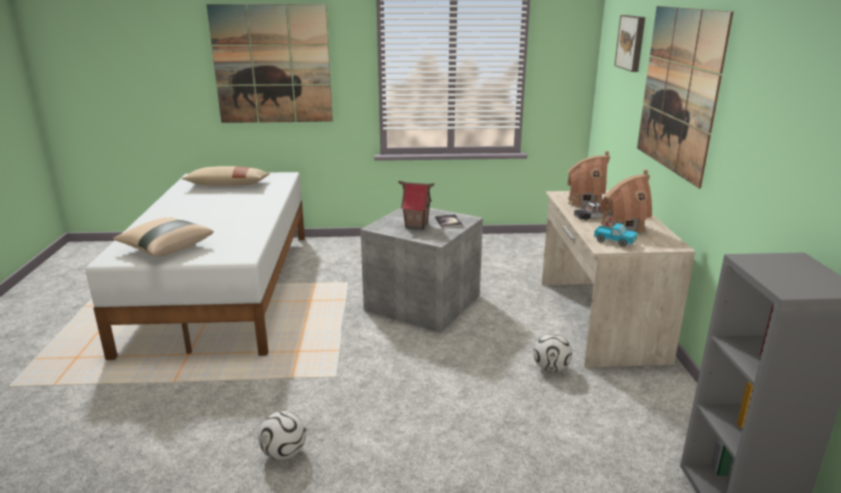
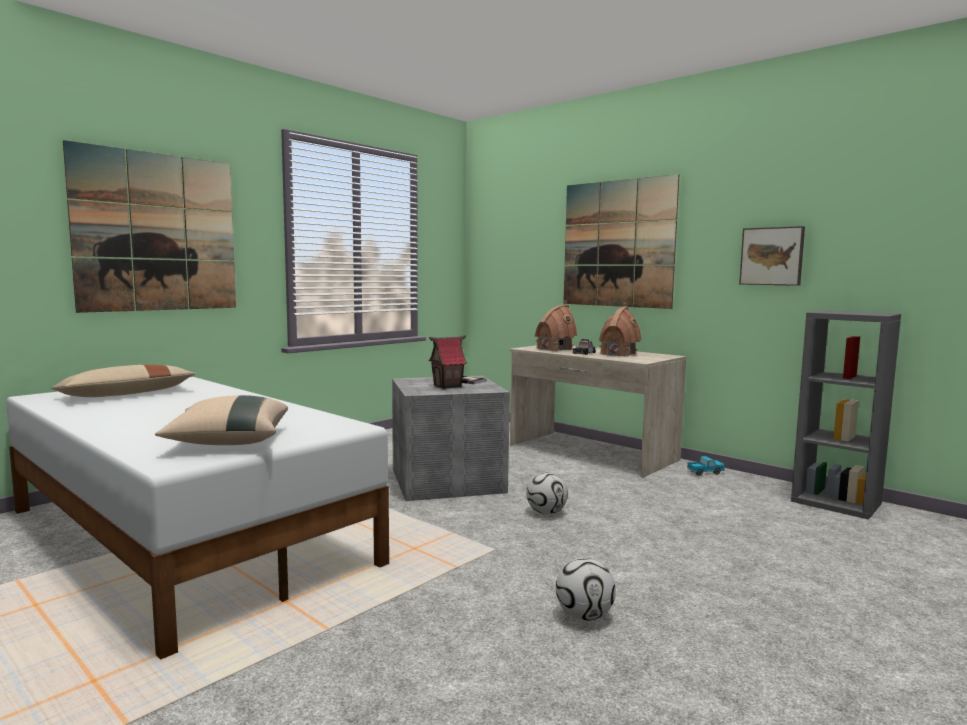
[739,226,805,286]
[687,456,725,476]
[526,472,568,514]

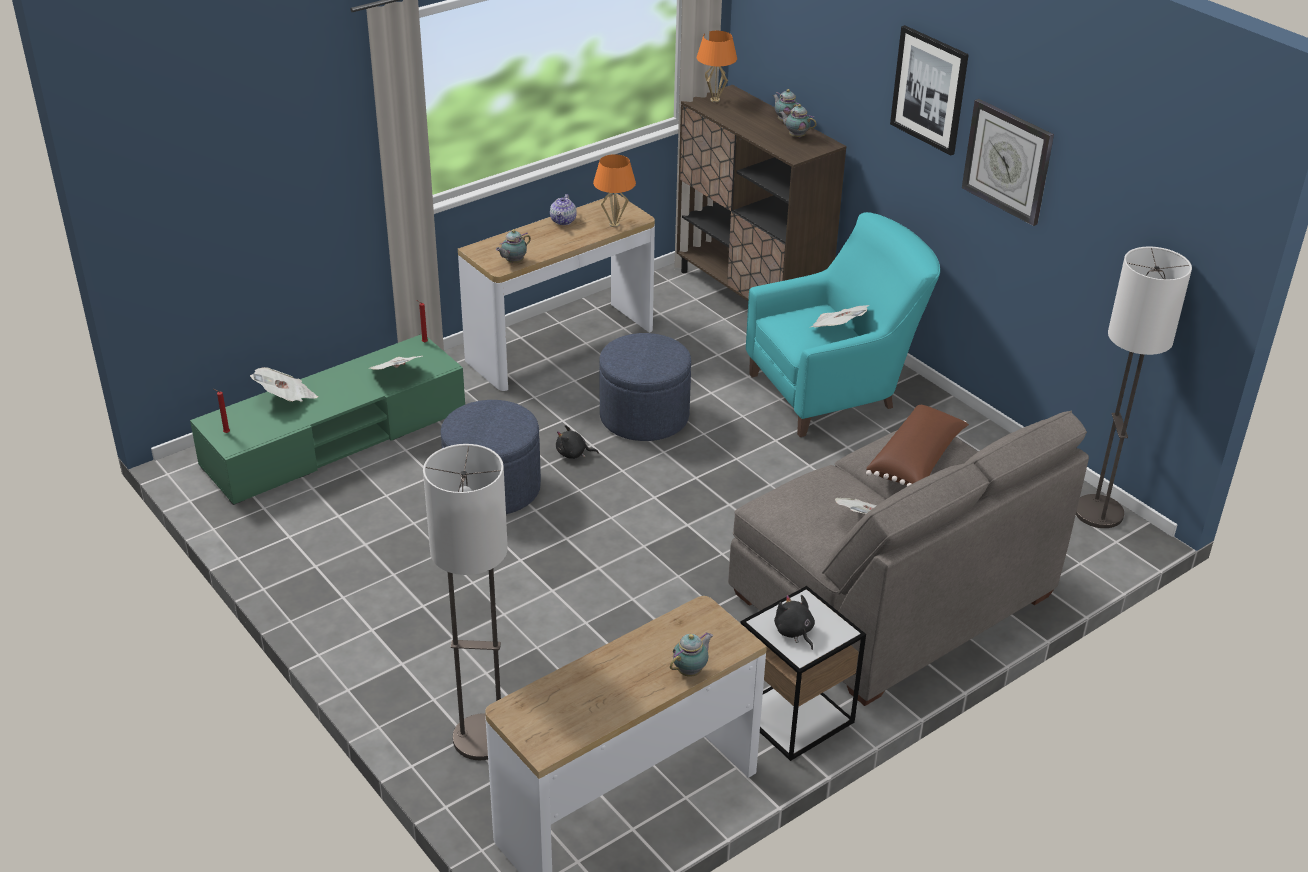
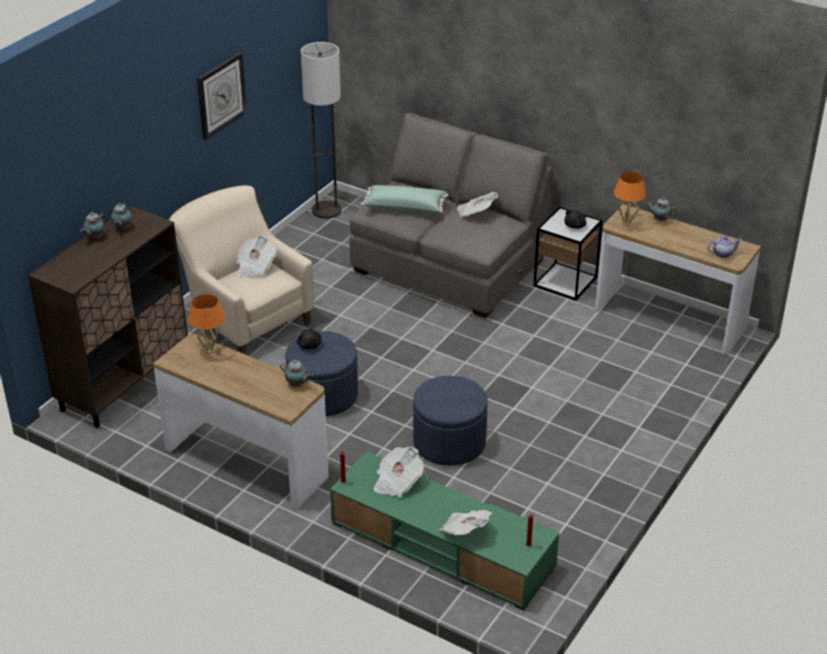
[890,25,969,155] (first image)
[614,172,646,226]
[707,236,742,258]
[169,185,314,355]
[361,185,449,214]
[297,329,321,349]
[423,444,508,760] (first image)

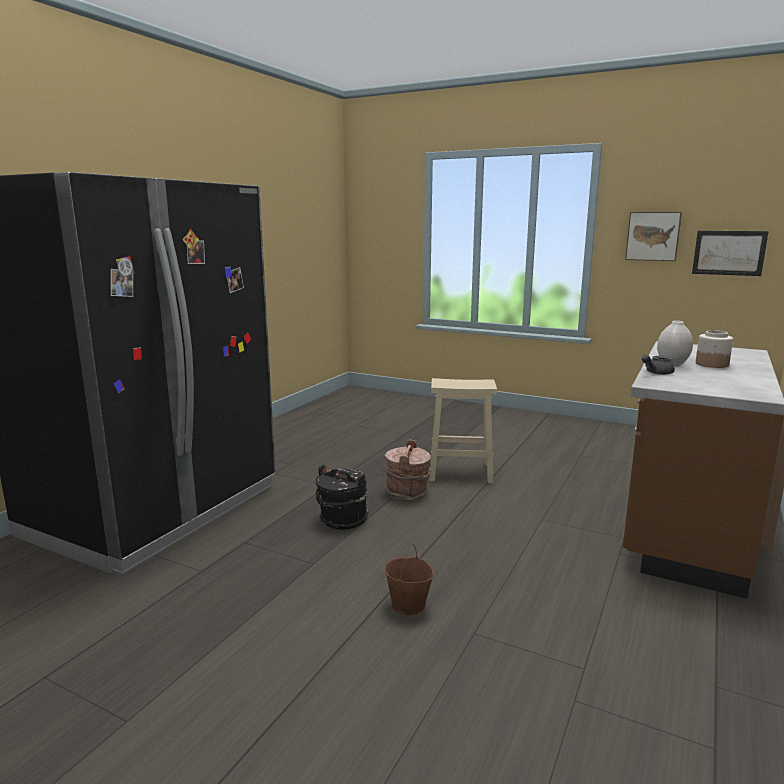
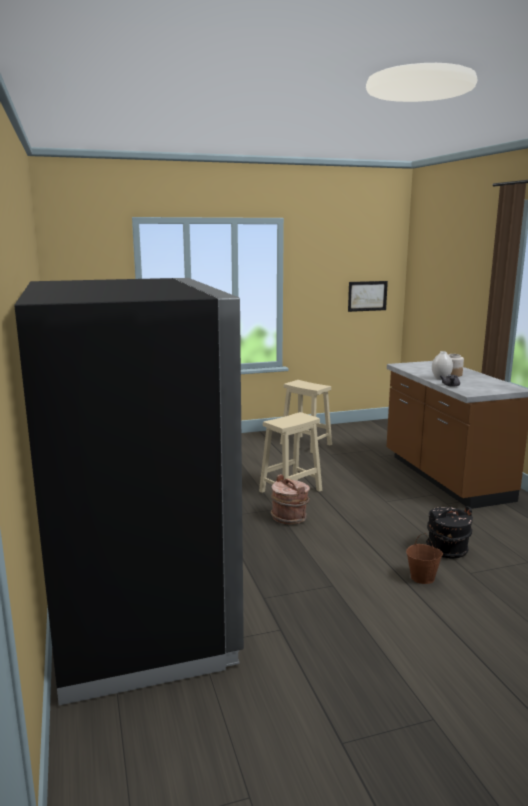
[625,212,682,261] (first image)
[426,506,473,558]
[280,380,332,453]

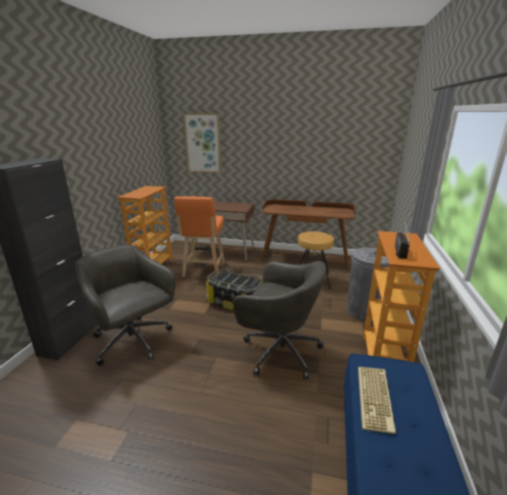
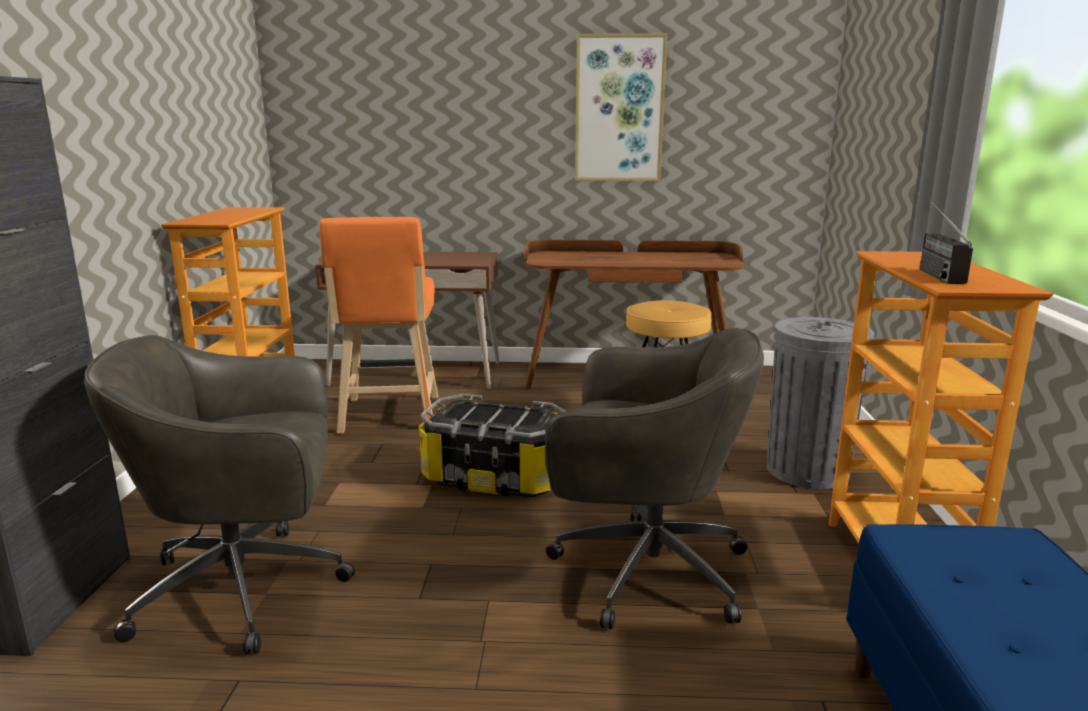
[575,33,668,181]
[84,335,355,654]
[358,367,396,434] (first image)

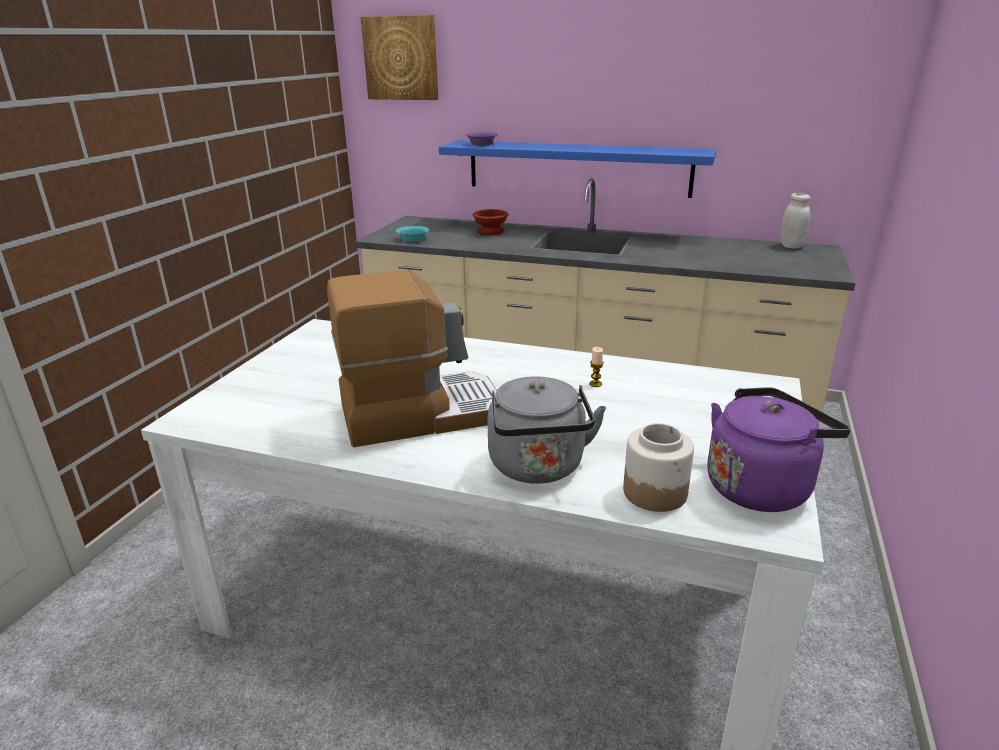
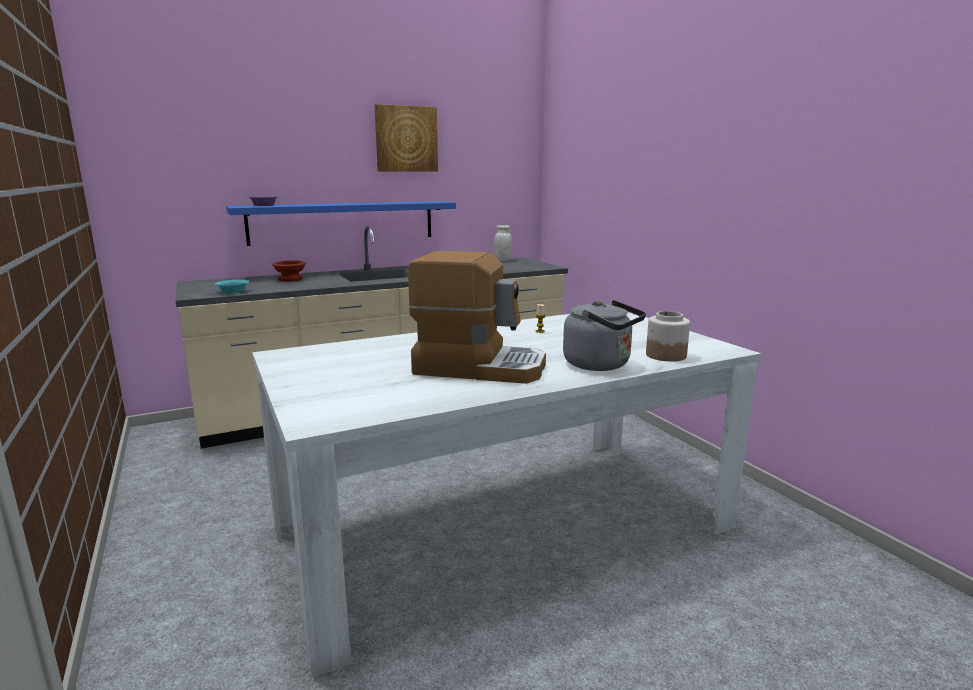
[374,104,438,172]
[408,251,546,384]
[707,387,851,512] (first image)

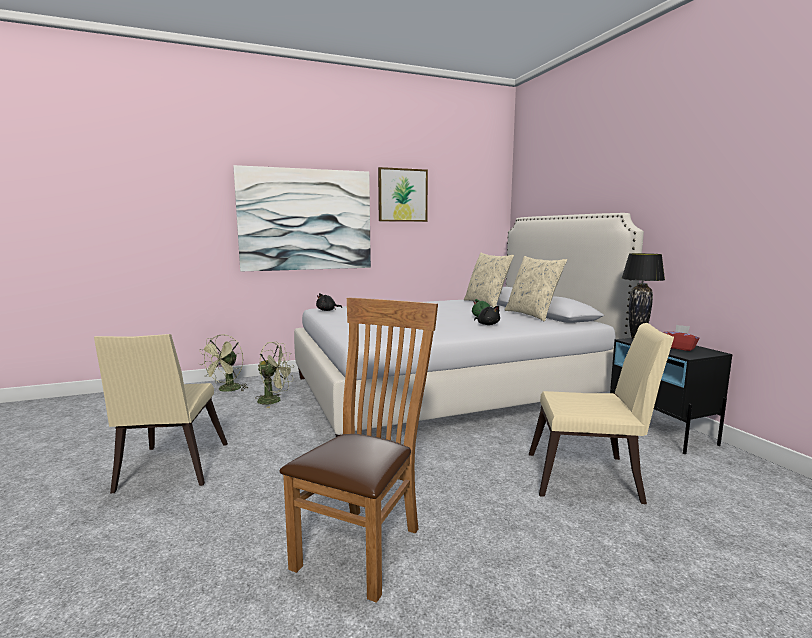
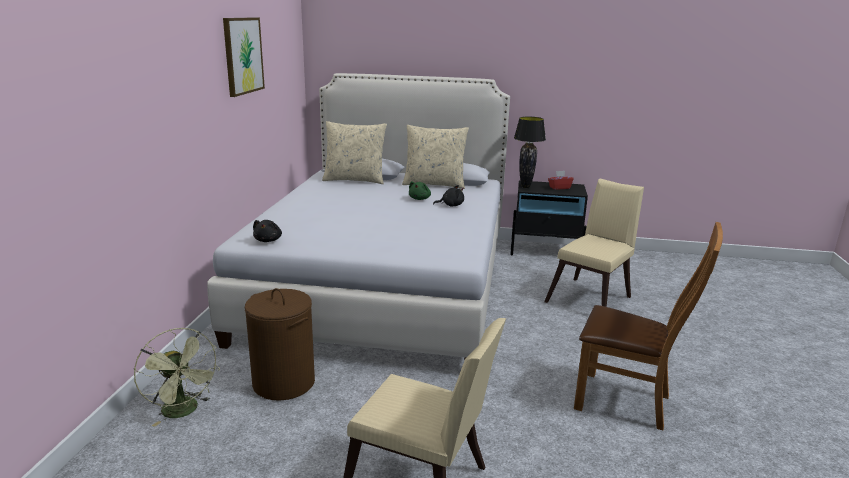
[233,165,371,272] (first image)
[574,222,723,430]
[245,288,315,401]

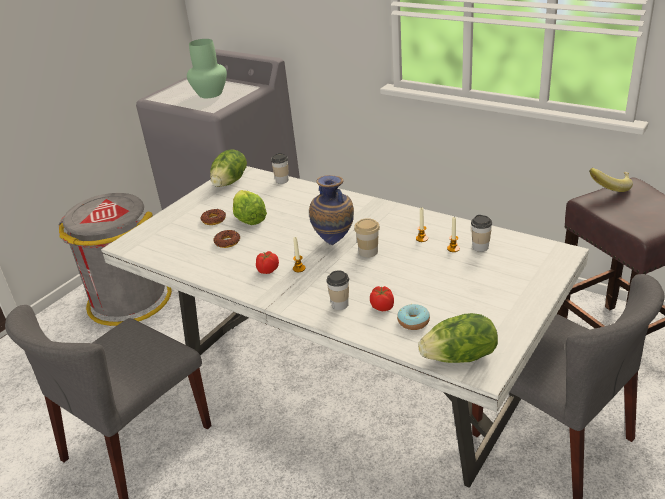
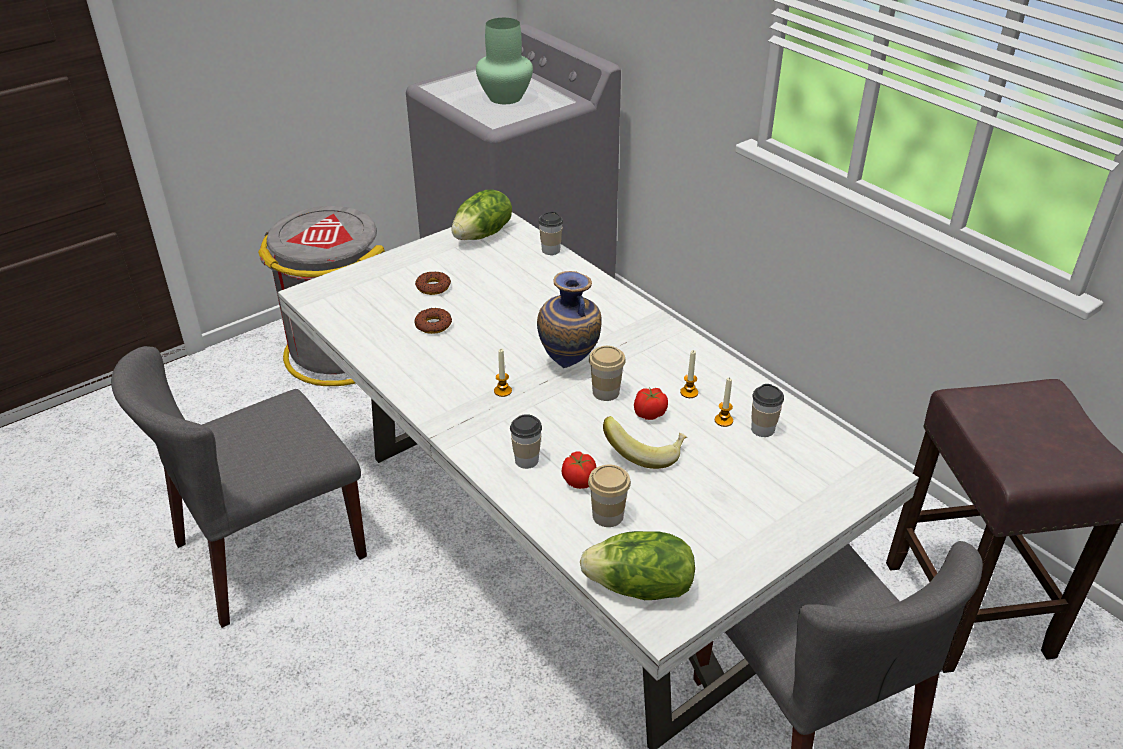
[603,416,687,469]
[233,190,267,225] (first image)
[634,387,668,420]
[588,465,631,527]

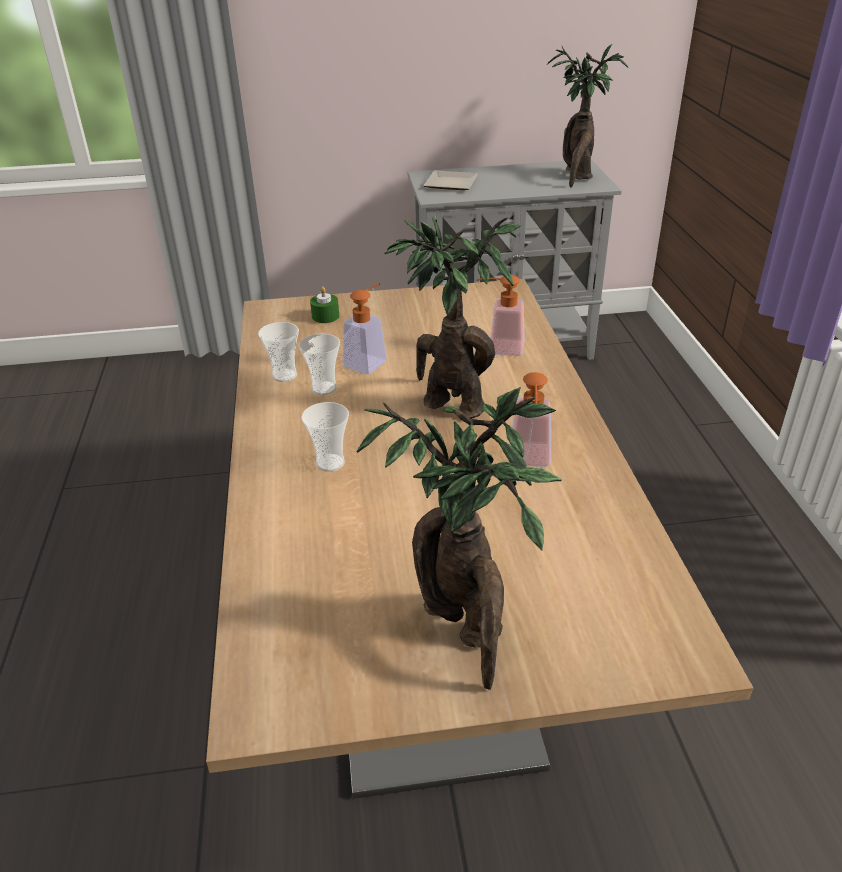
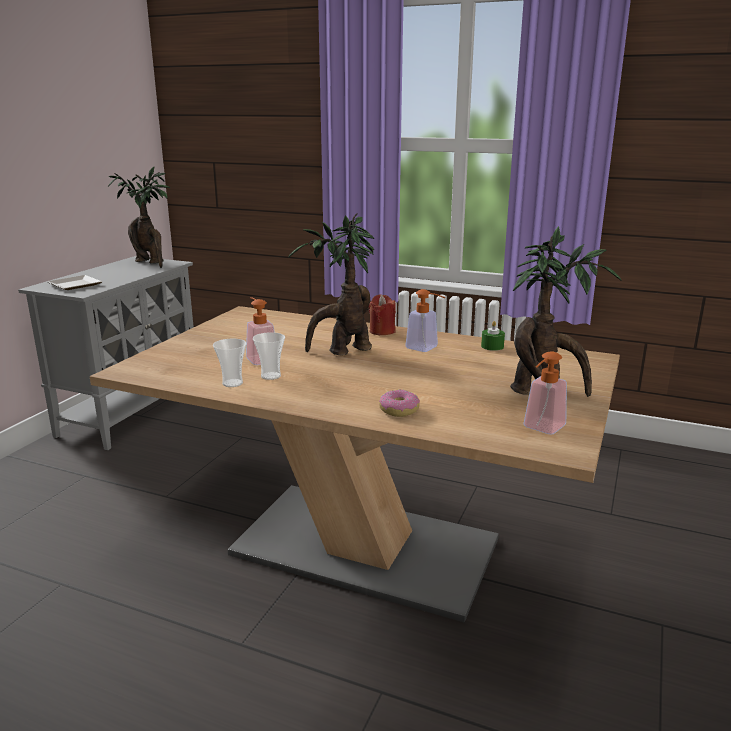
[524,351,567,434]
[481,321,505,351]
[302,402,349,472] (first image)
[368,294,396,335]
[379,389,420,417]

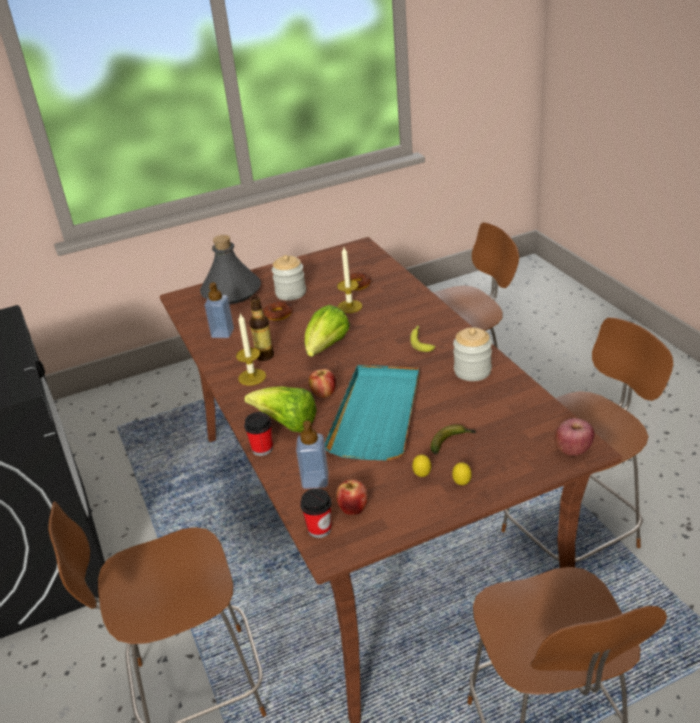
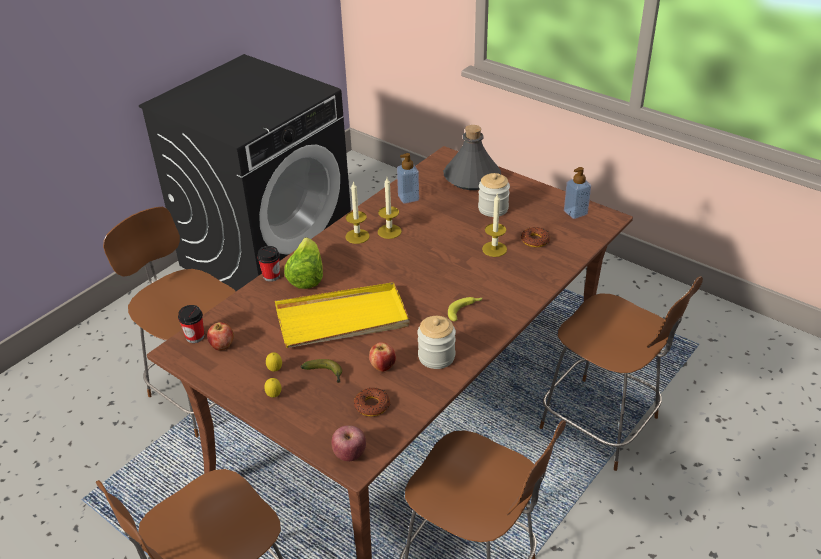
[378,177,402,239]
[354,388,391,417]
[304,305,350,357] (first image)
[275,282,410,348]
[369,342,396,372]
[564,167,591,219]

